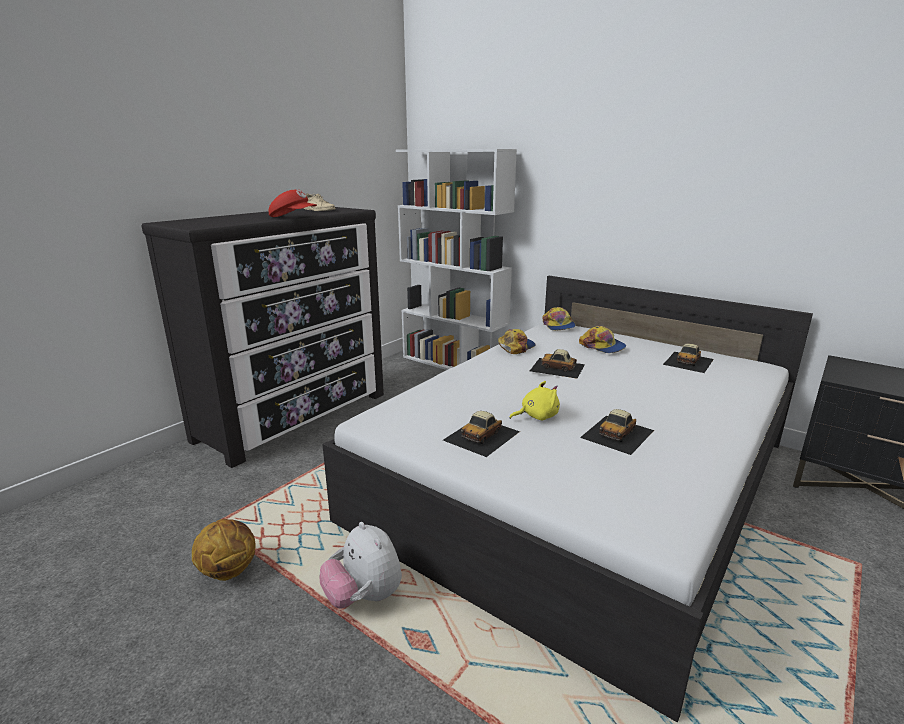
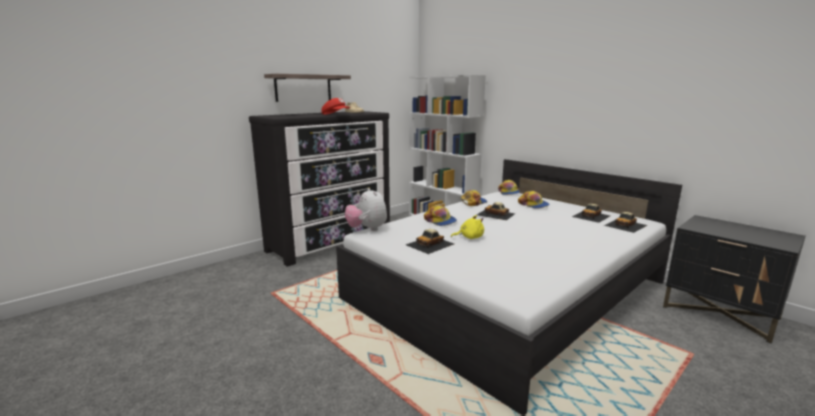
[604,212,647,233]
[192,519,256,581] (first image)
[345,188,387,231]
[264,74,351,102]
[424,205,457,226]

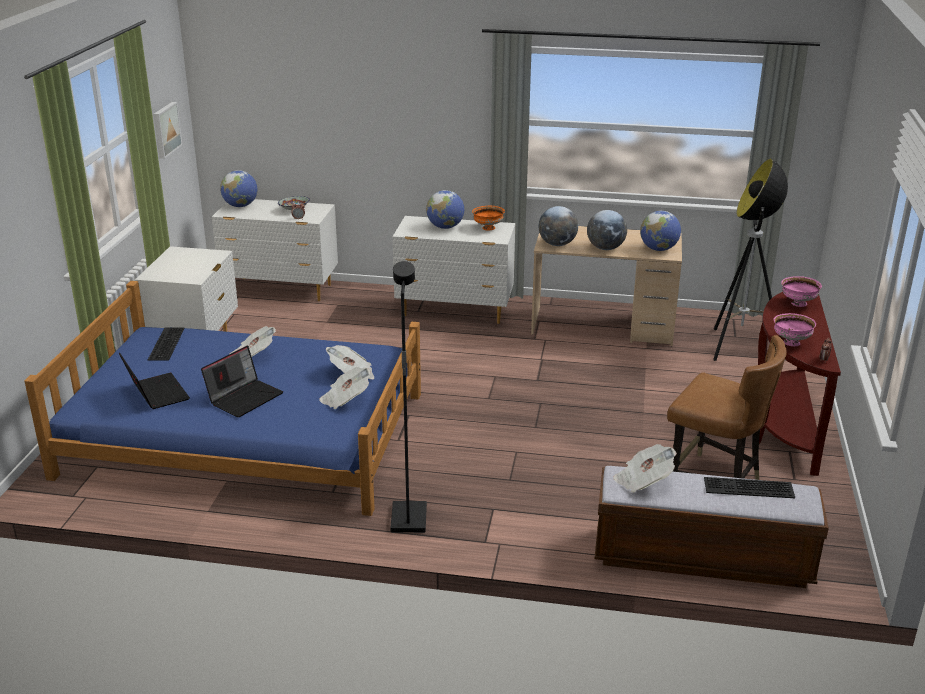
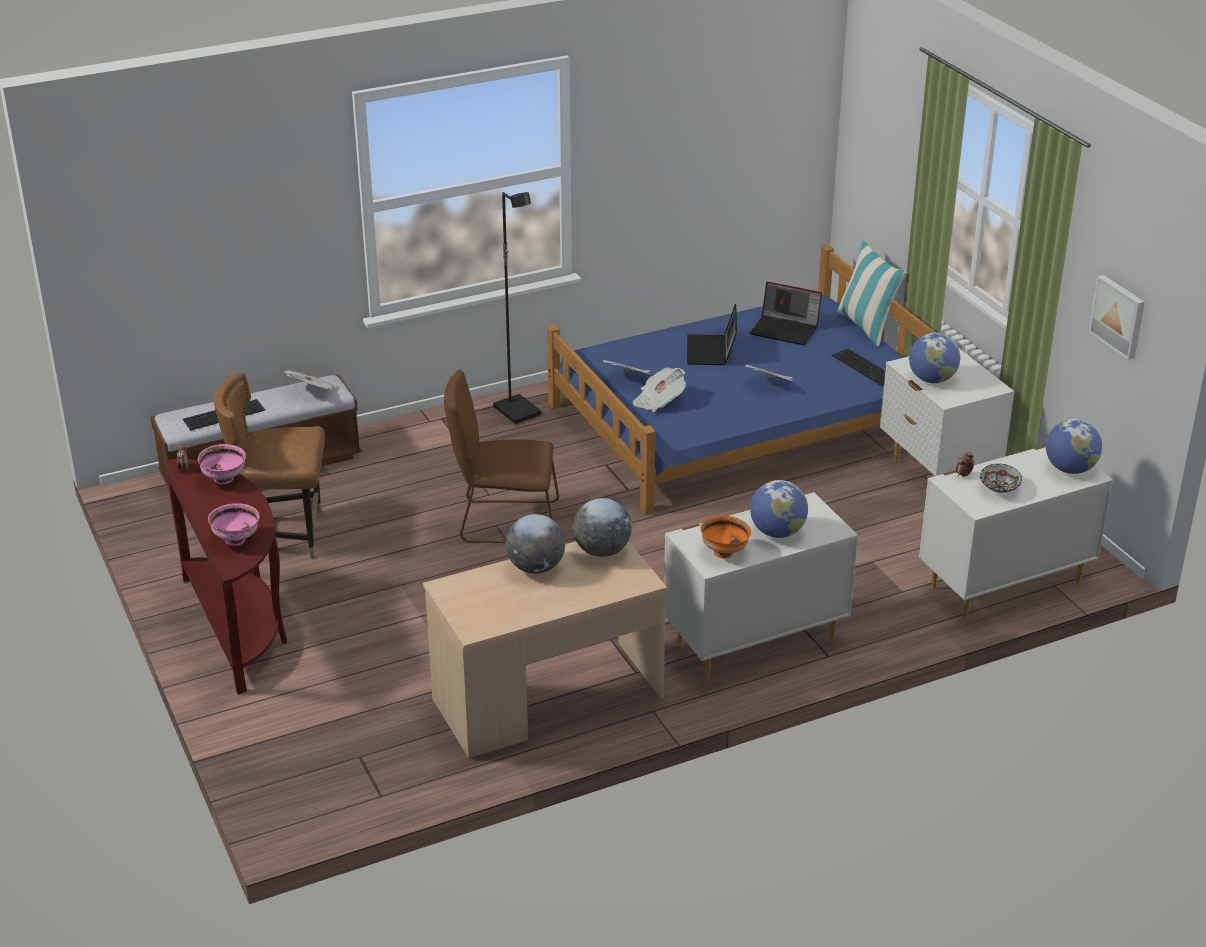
[713,159,788,361] (first image)
[909,333,960,383]
[836,241,907,347]
[444,370,559,543]

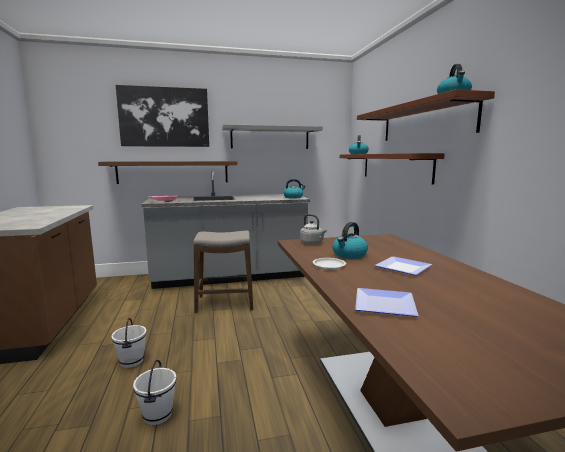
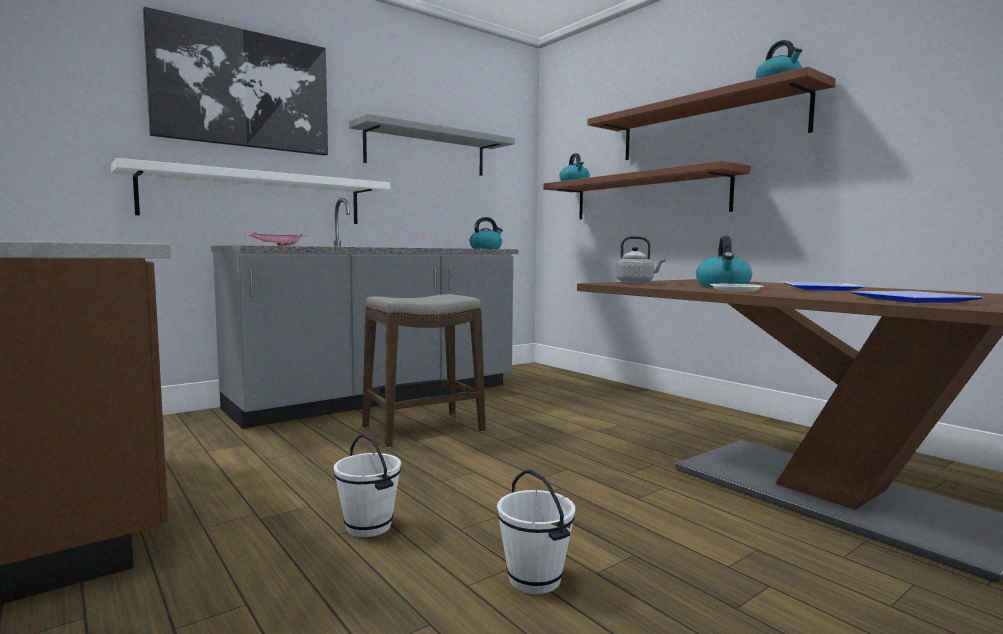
[111,158,390,224]

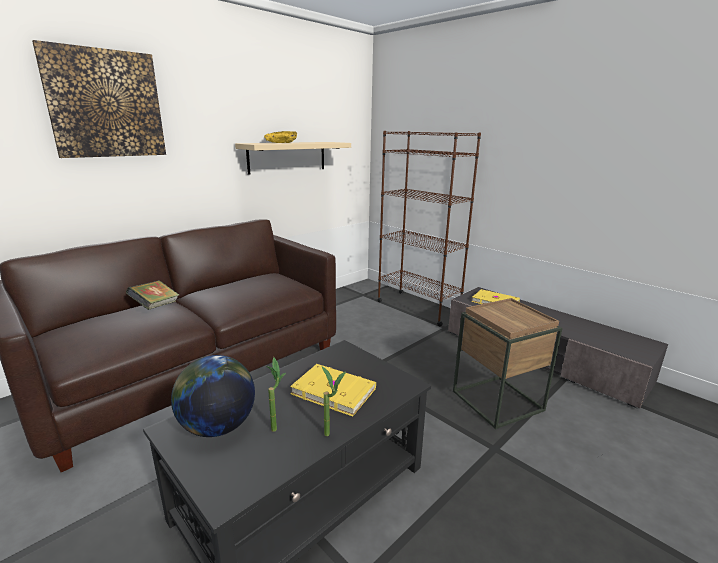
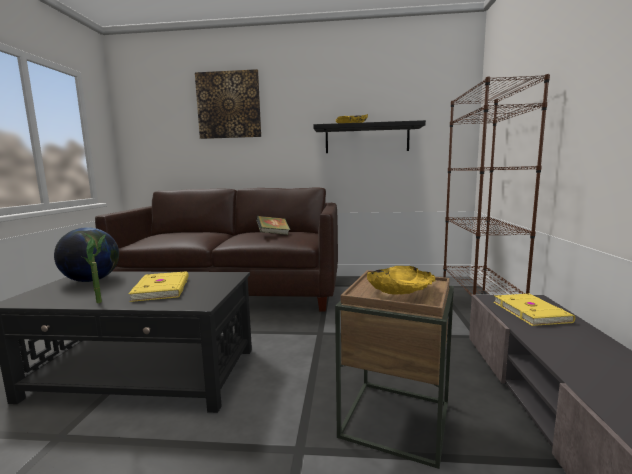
[313,120,426,153]
[256,216,290,235]
[367,266,435,295]

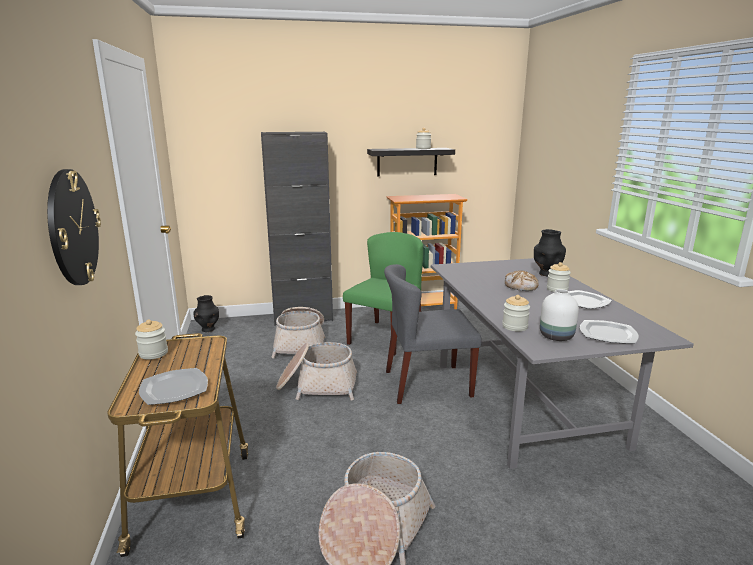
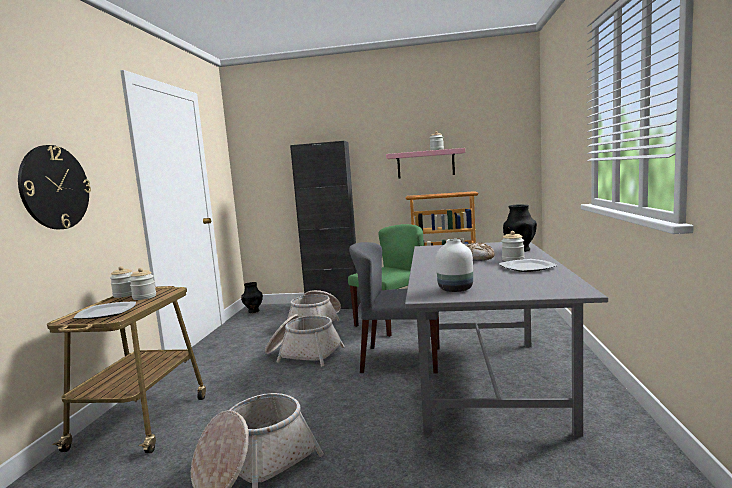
[386,148,465,179]
[129,268,156,300]
[580,320,639,344] (first image)

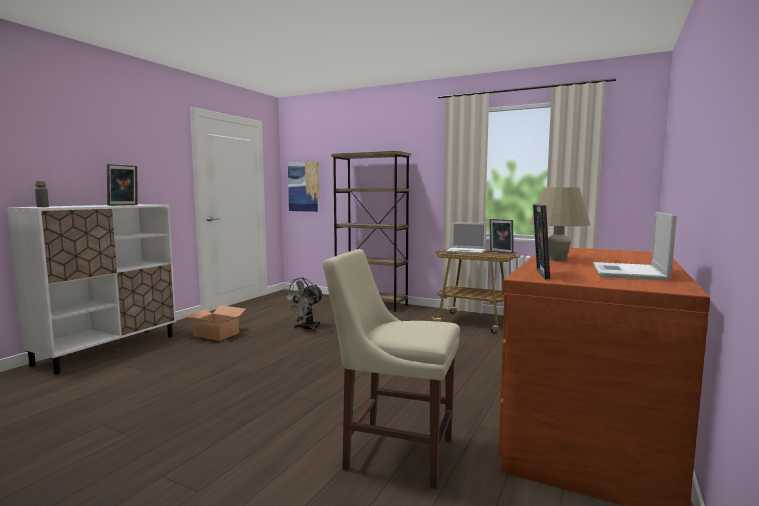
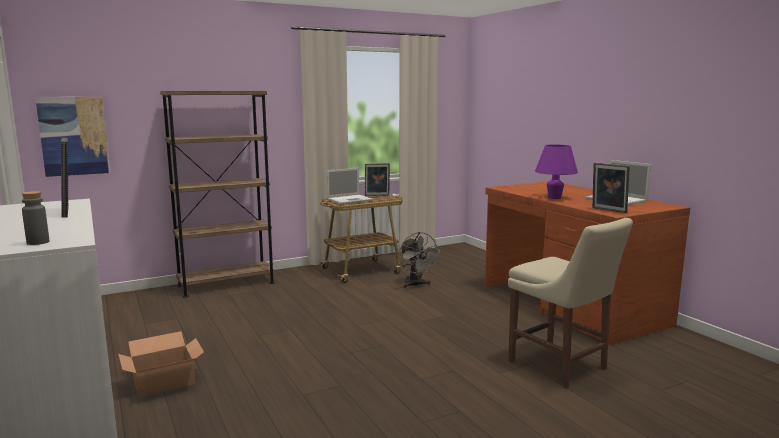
[535,144,578,199]
[508,218,633,389]
[399,232,441,288]

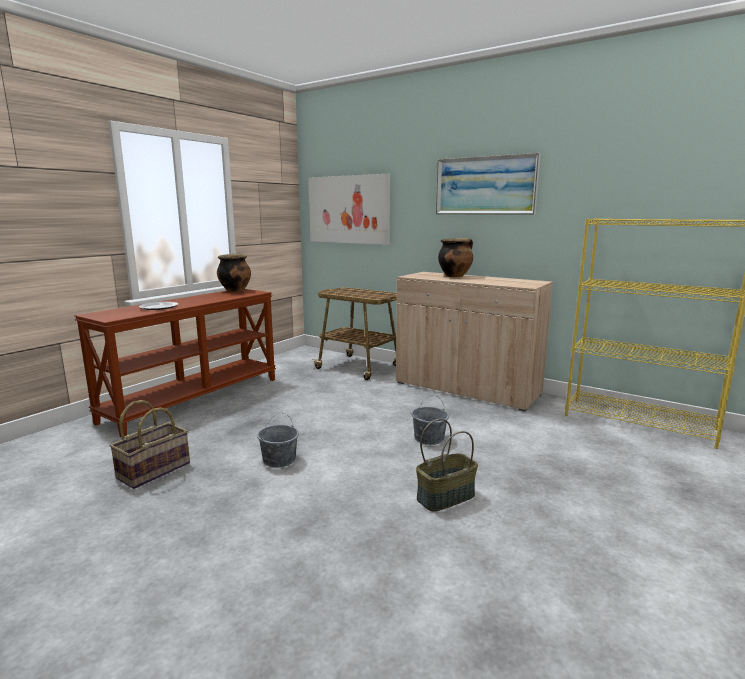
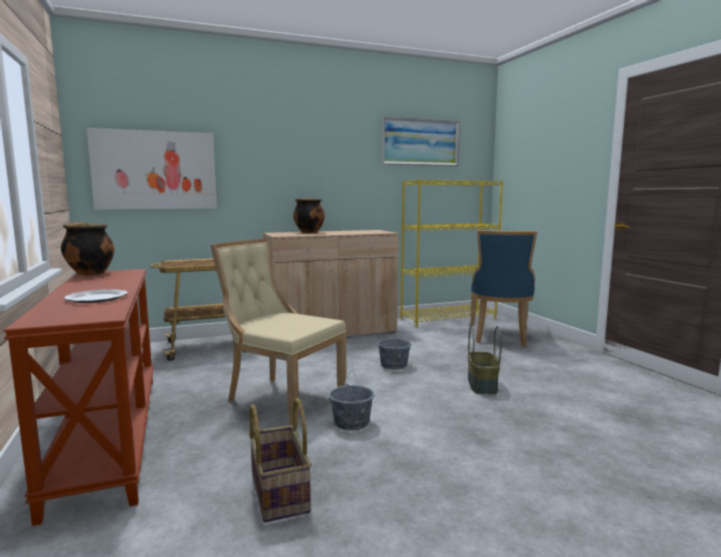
[382,116,460,166]
[469,230,537,346]
[211,239,346,426]

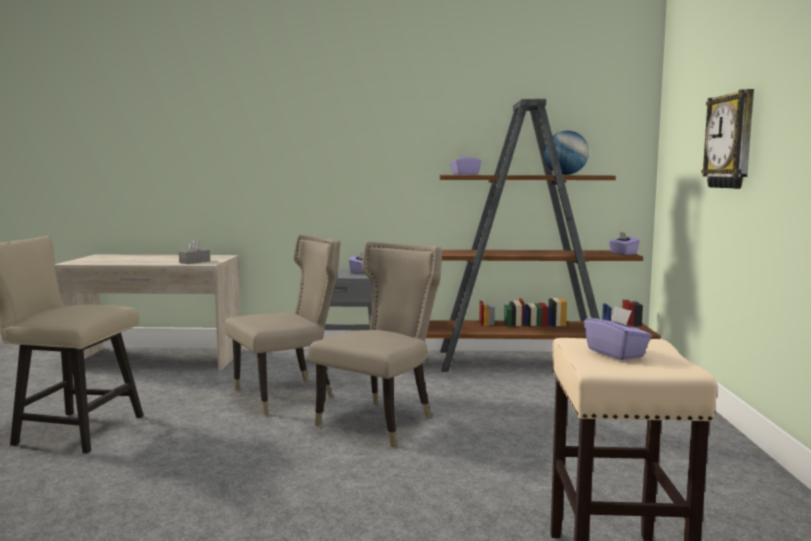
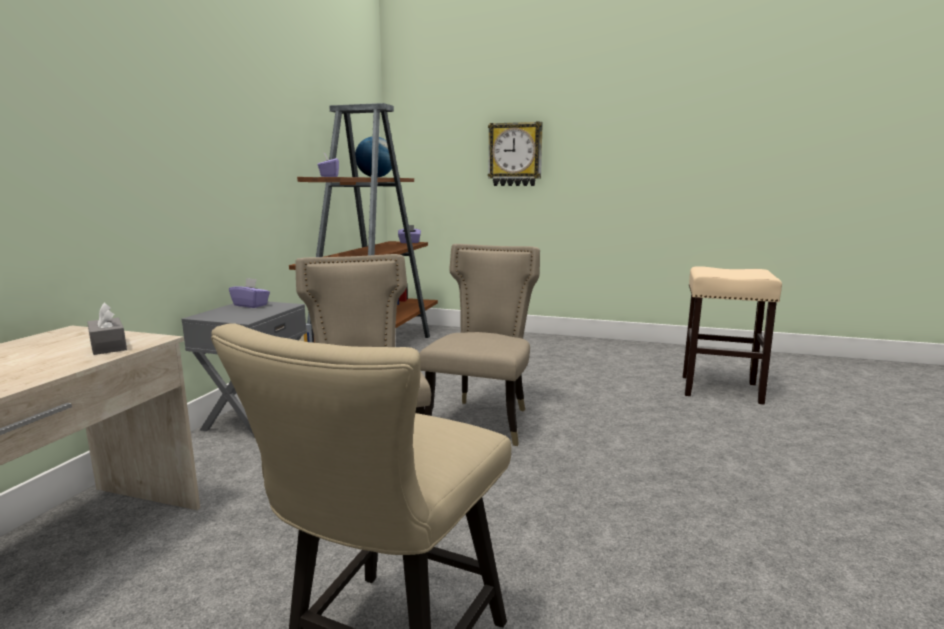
[420,244,540,446]
[584,306,652,360] (first image)

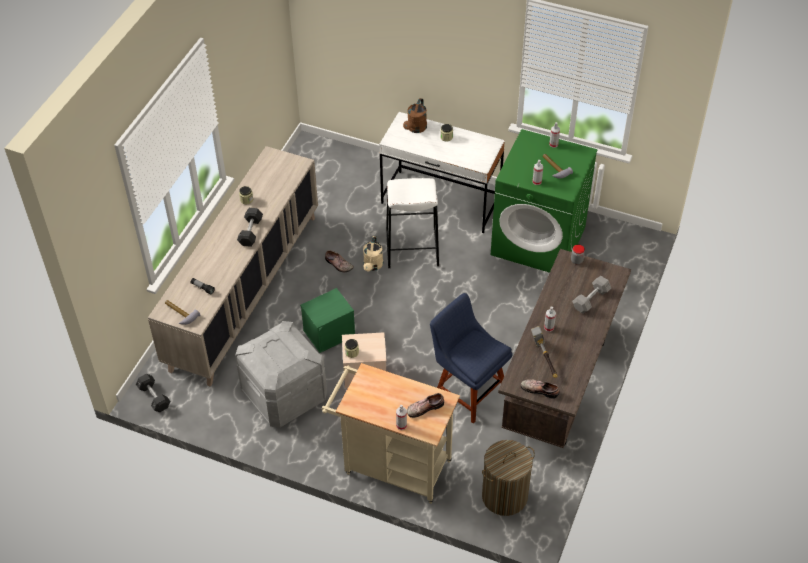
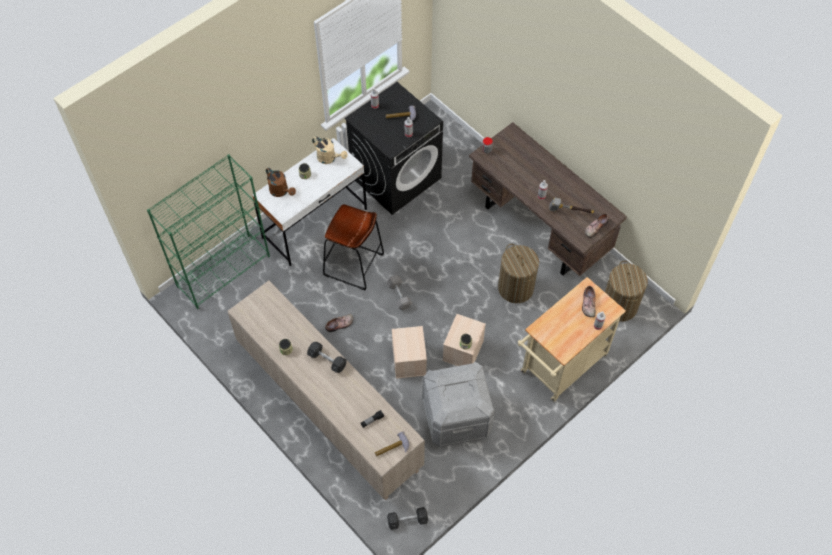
[344,82,443,215]
[323,204,384,290]
[312,136,348,164]
[387,275,412,310]
[392,326,427,379]
[498,244,539,303]
[147,154,270,309]

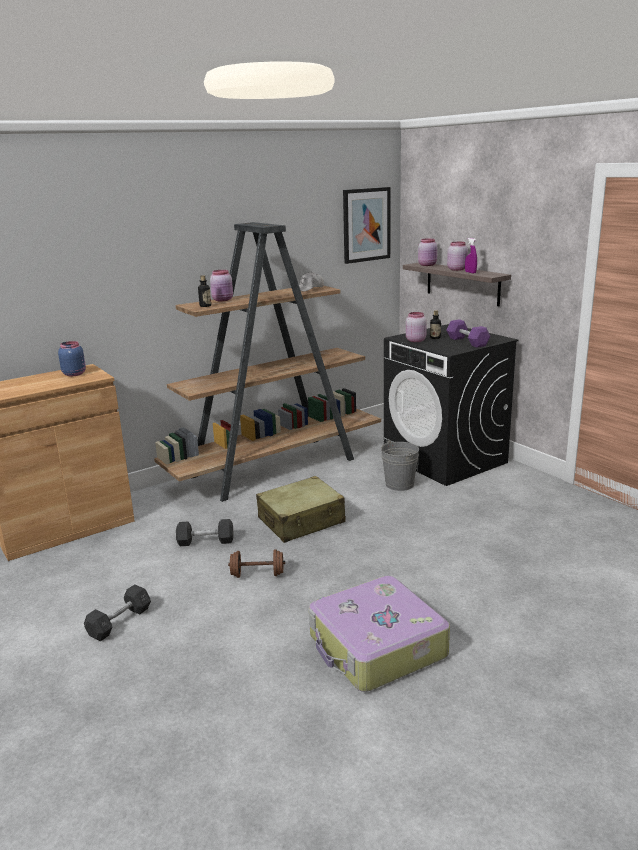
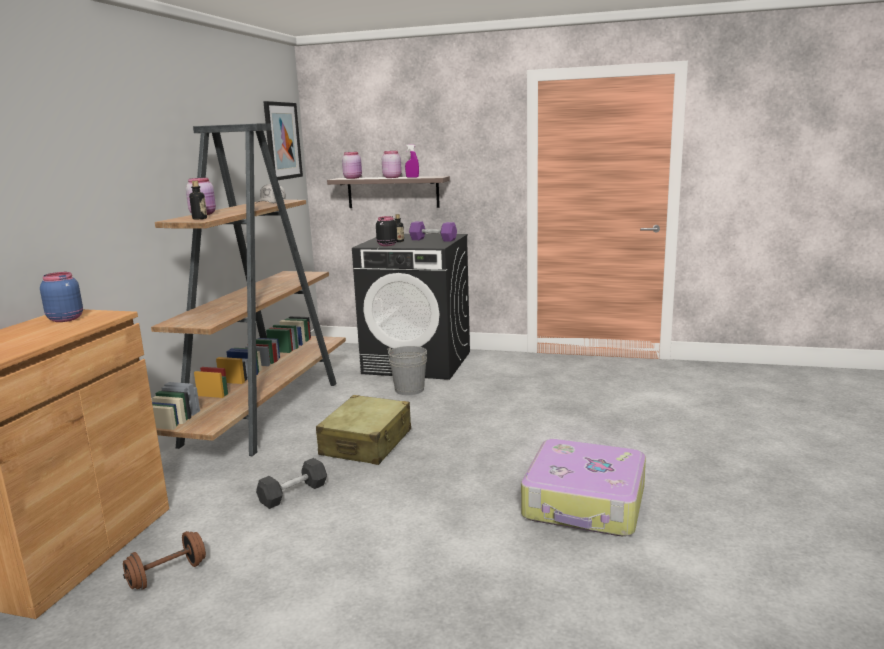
[376,216,397,246]
[123,531,206,590]
[84,584,151,641] (first image)

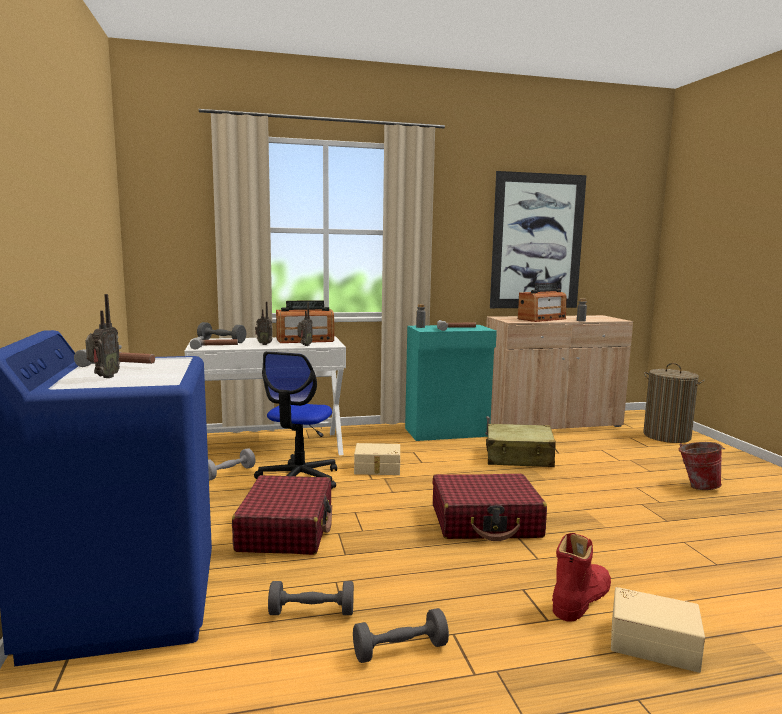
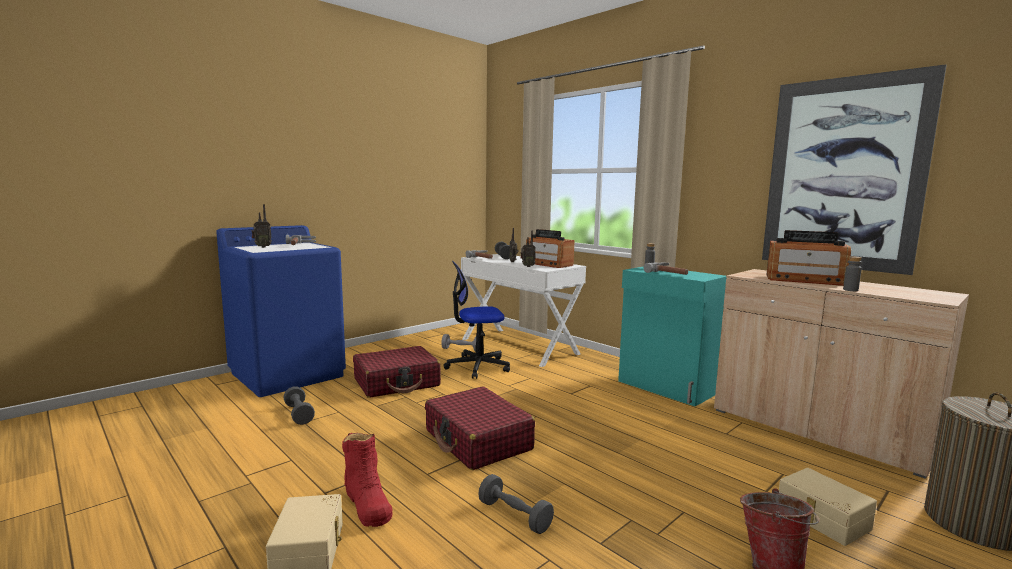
[486,424,559,467] (first image)
[779,468,877,546]
[342,433,392,527]
[478,474,554,534]

